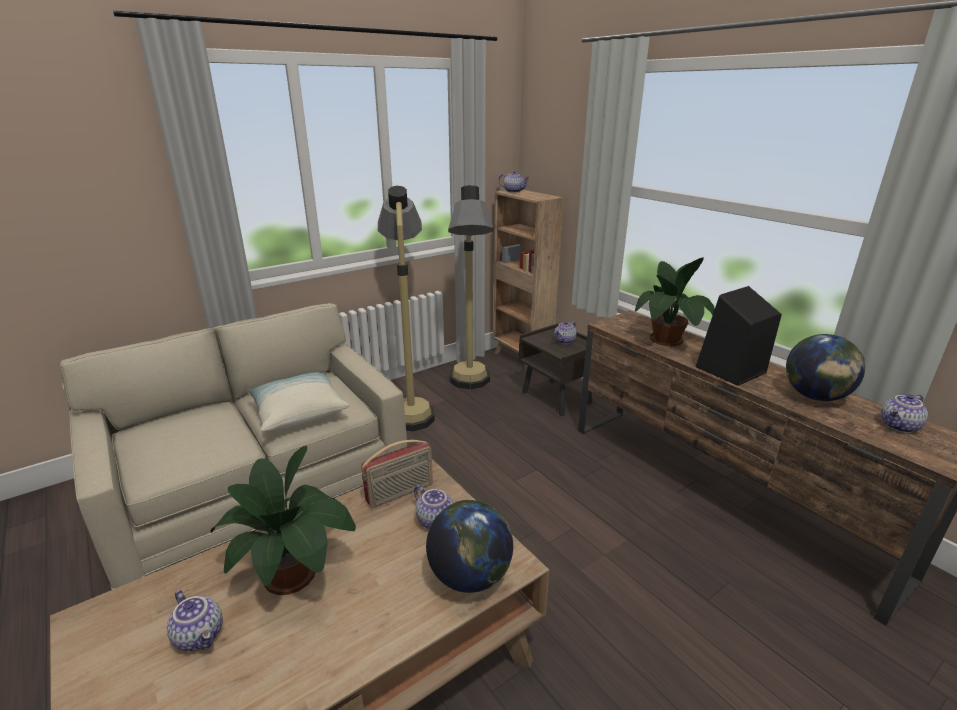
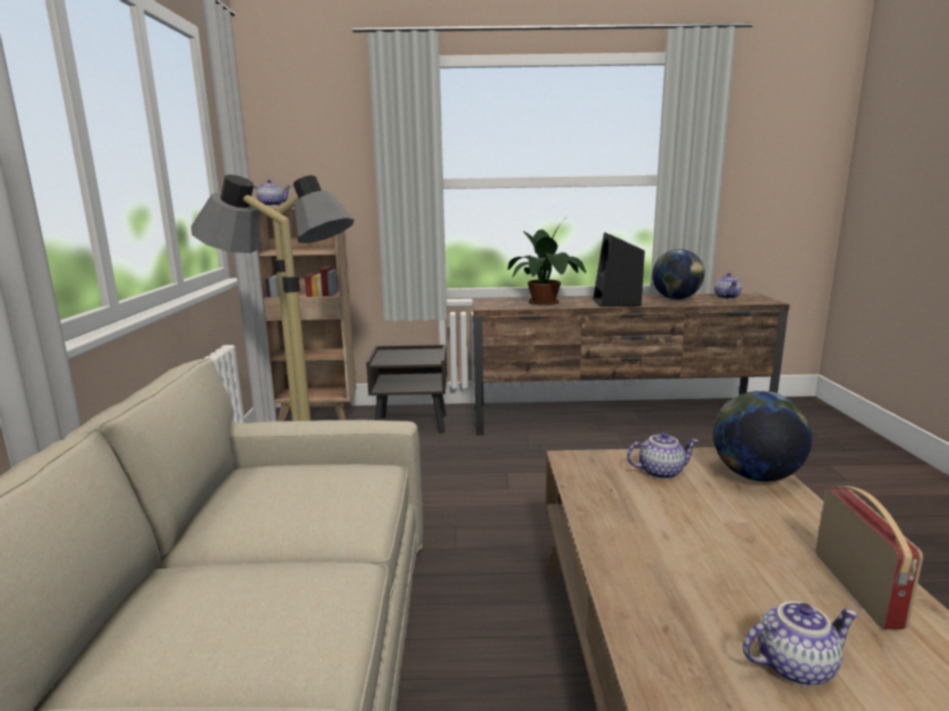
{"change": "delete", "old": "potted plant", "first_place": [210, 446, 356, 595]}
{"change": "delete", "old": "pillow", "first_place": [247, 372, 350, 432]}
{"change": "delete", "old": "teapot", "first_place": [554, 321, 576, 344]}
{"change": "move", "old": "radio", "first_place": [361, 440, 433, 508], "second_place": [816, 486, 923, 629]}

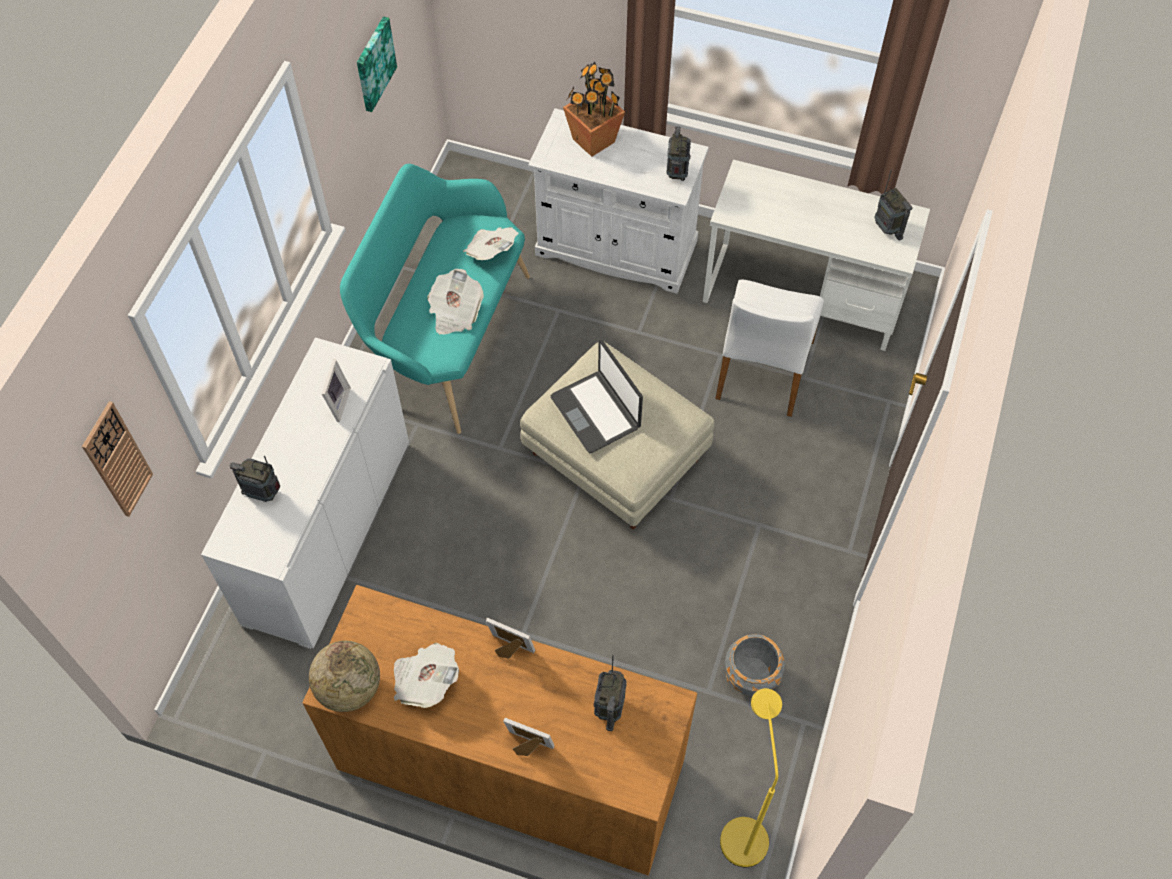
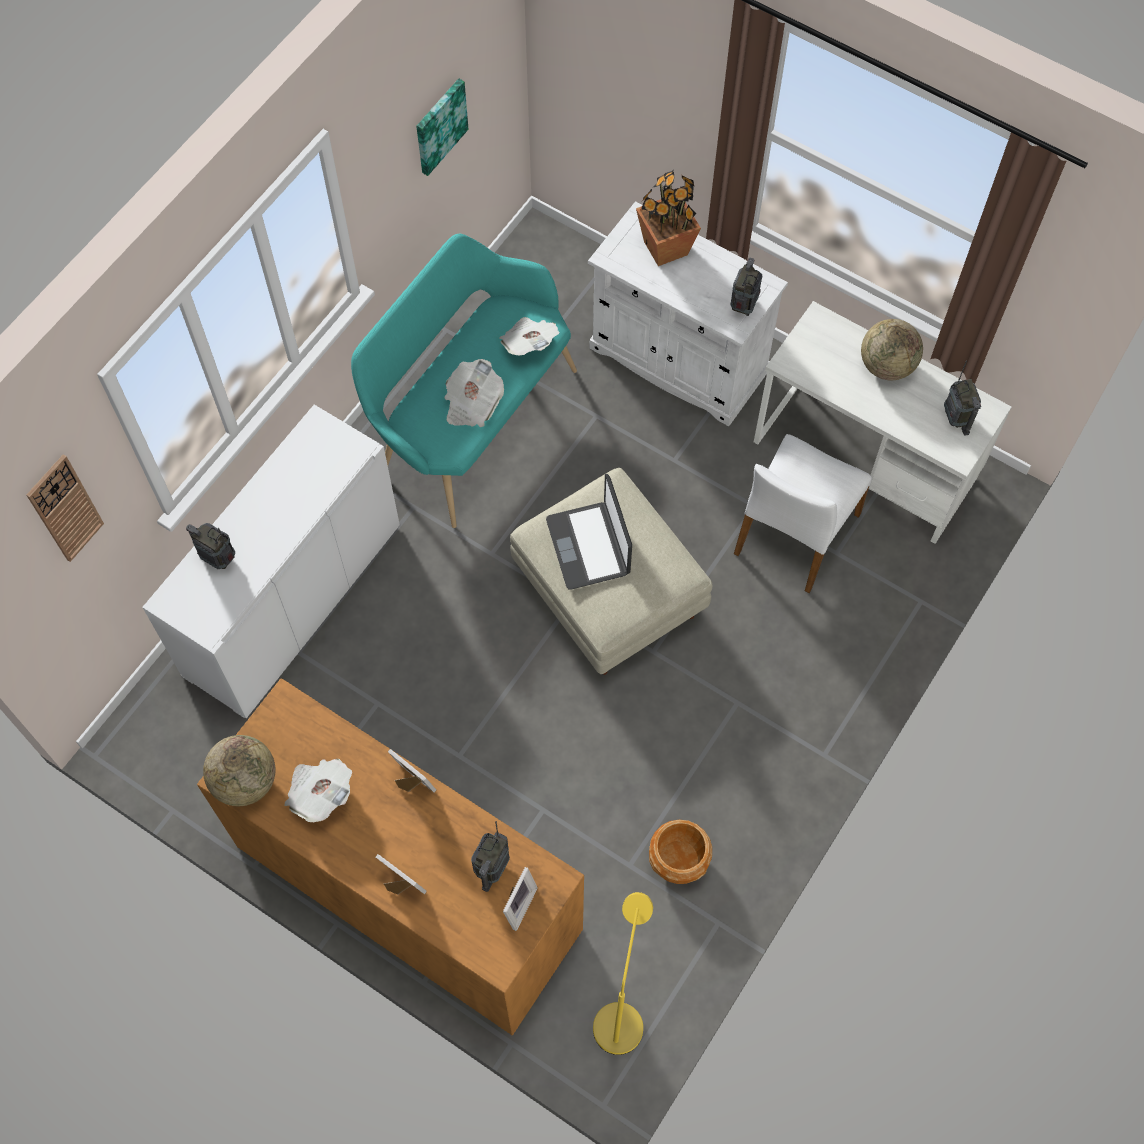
{"change": "insert", "new": "globe", "second_place": [861, 319, 923, 380]}
{"change": "move", "old": "picture frame", "first_place": [322, 359, 351, 422], "second_place": [503, 867, 538, 931]}
{"change": "recolor", "old": "grey planter", "new": "brown planter", "first_place": [725, 634, 785, 696], "second_place": [649, 820, 712, 884]}

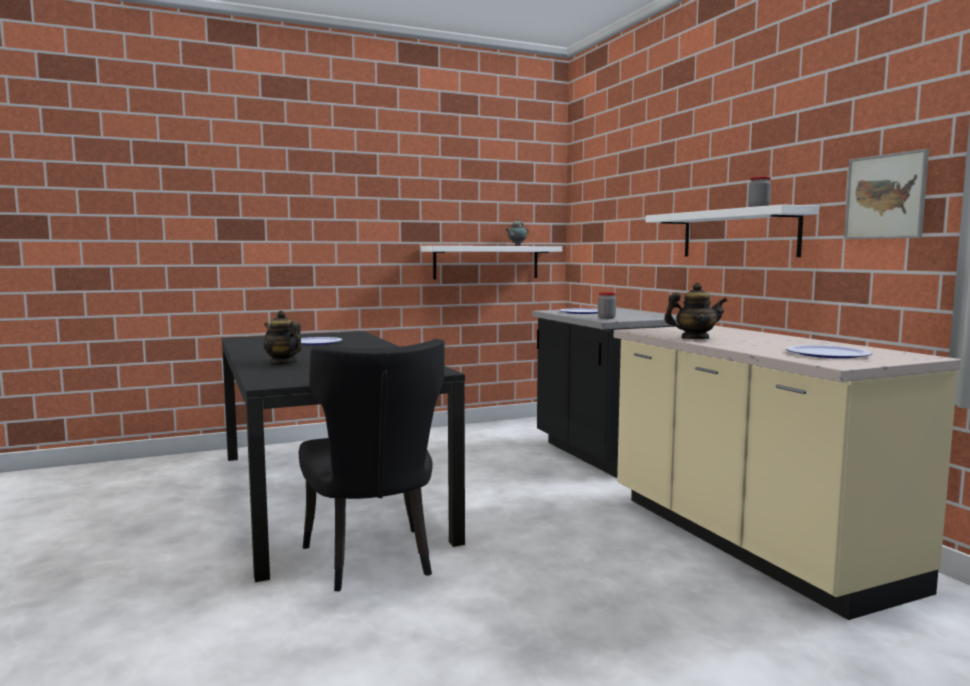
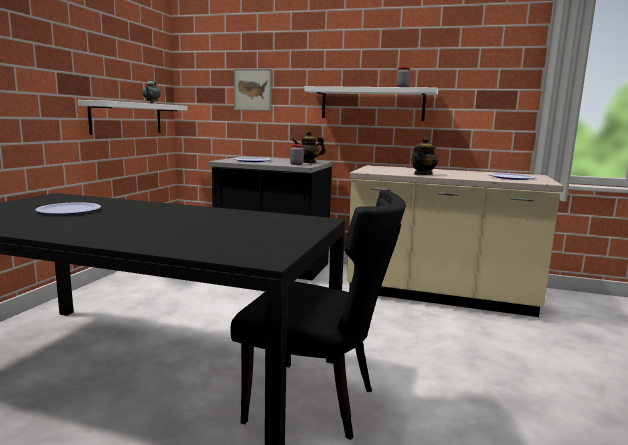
{"change": "move", "old": "teapot", "first_place": [263, 311, 302, 365], "second_place": [292, 131, 325, 163]}
{"change": "move", "old": "picture", "first_place": [844, 149, 929, 239], "second_place": [234, 69, 272, 111]}

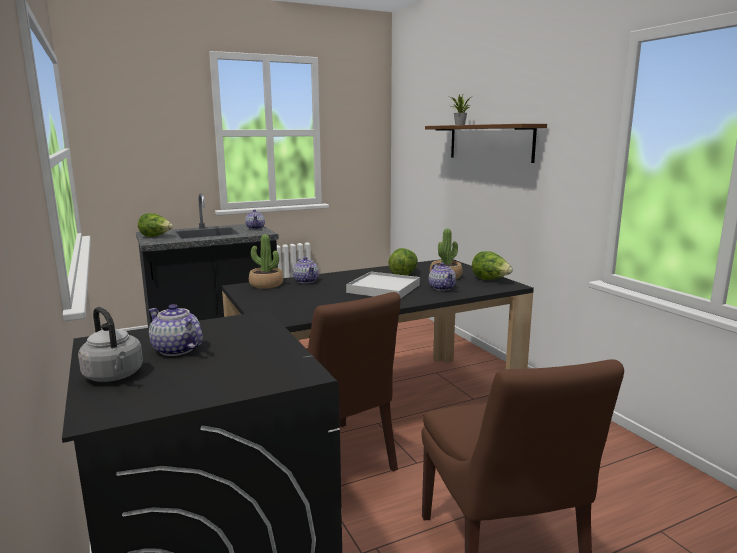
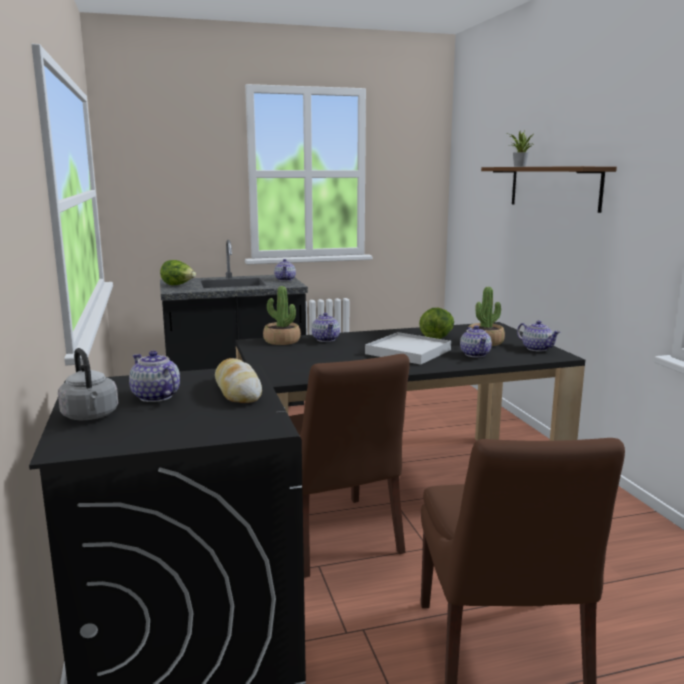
{"change": "insert", "new": "bread", "second_place": [215, 358, 262, 403]}
{"change": "replace", "old": "lettuce", "new": "teapot", "first_place": [472, 251, 513, 280], "second_place": [517, 320, 560, 352]}

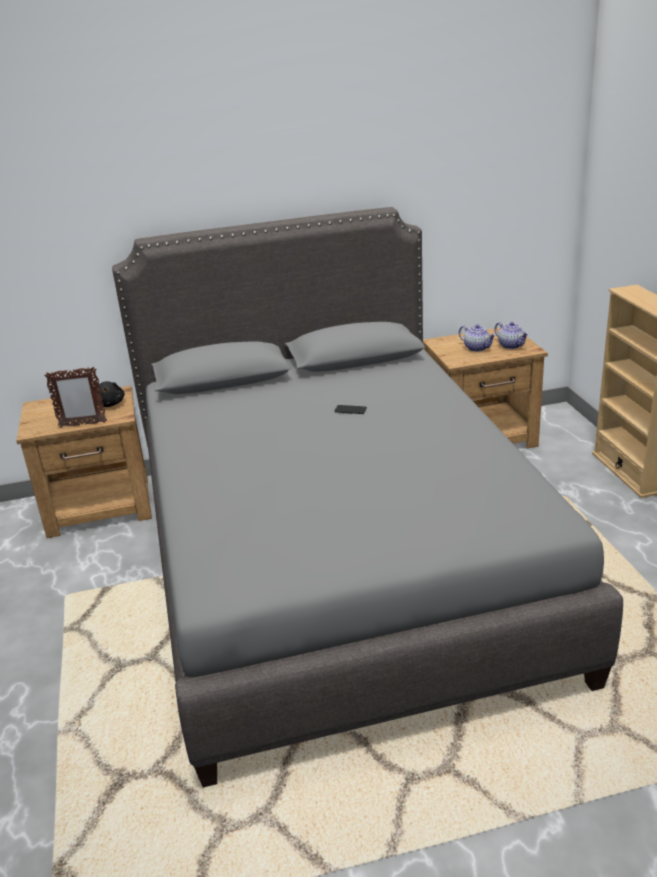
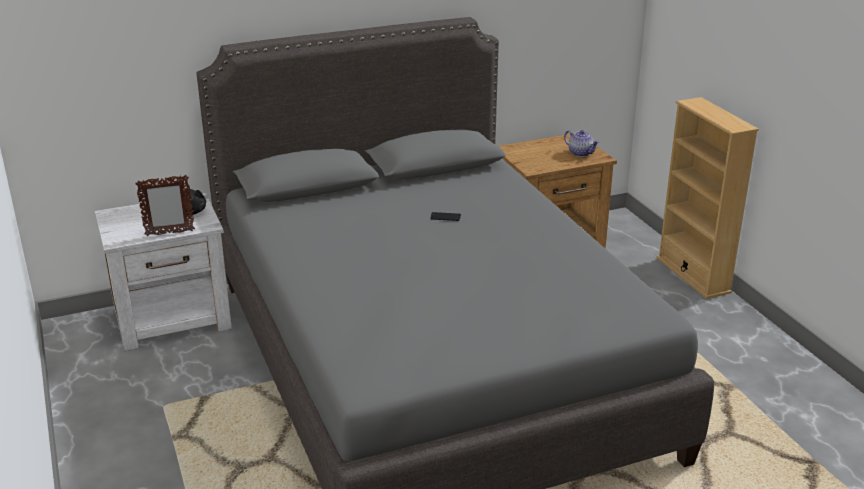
{"change": "delete", "old": "teapot", "first_place": [459, 324, 496, 352]}
{"change": "recolor", "old": "brown nightstand", "new": "white nightstand", "first_place": [16, 386, 152, 538], "second_place": [95, 193, 232, 351]}

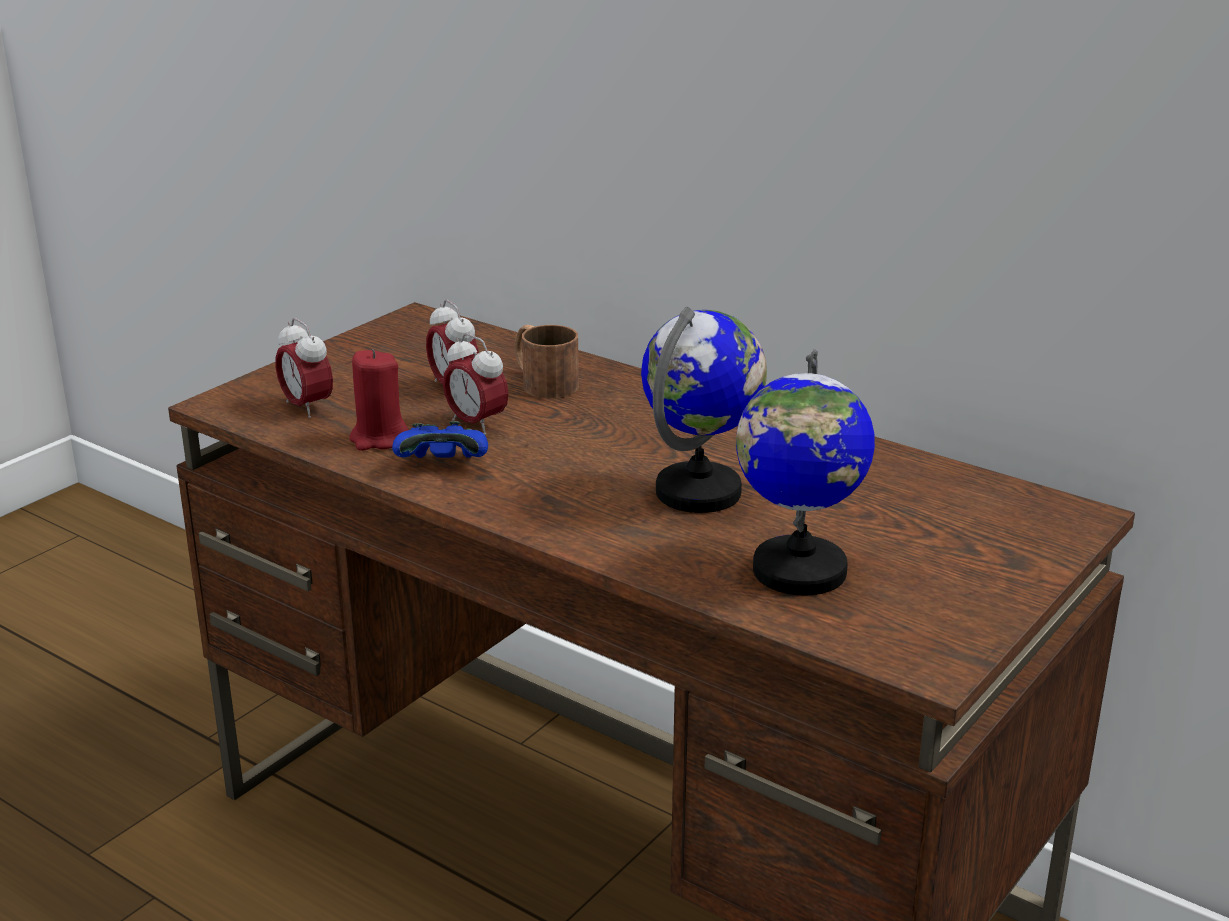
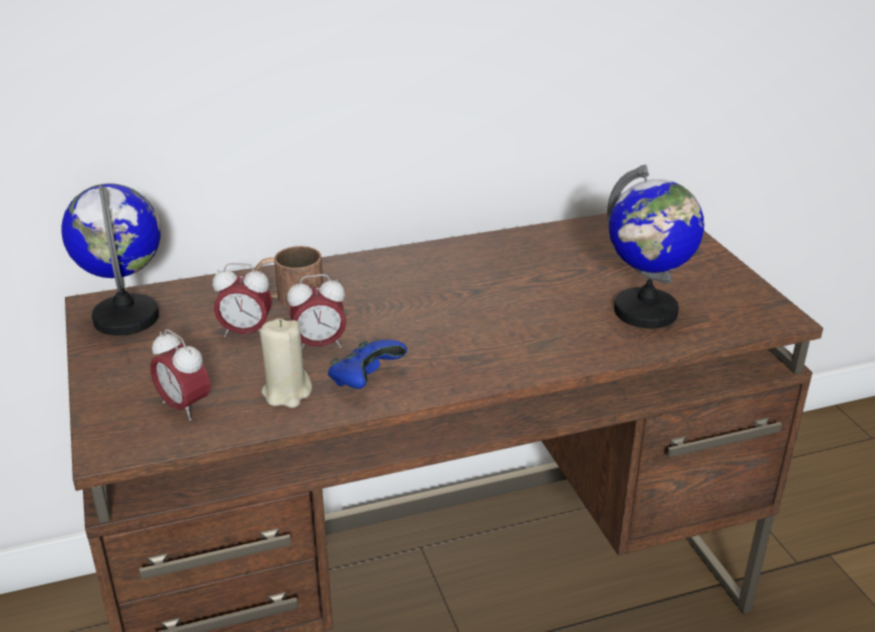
{"change": "move", "old": "globe", "first_place": [641, 307, 767, 513], "second_place": [61, 183, 160, 336]}
{"change": "recolor", "old": "red candle", "new": "beige candle", "first_place": [350, 349, 408, 451], "second_place": [260, 318, 312, 408]}
{"change": "rotate", "old": "alarm clock", "first_place": [275, 318, 333, 418], "second_place": [150, 329, 210, 421], "degrees": 45}

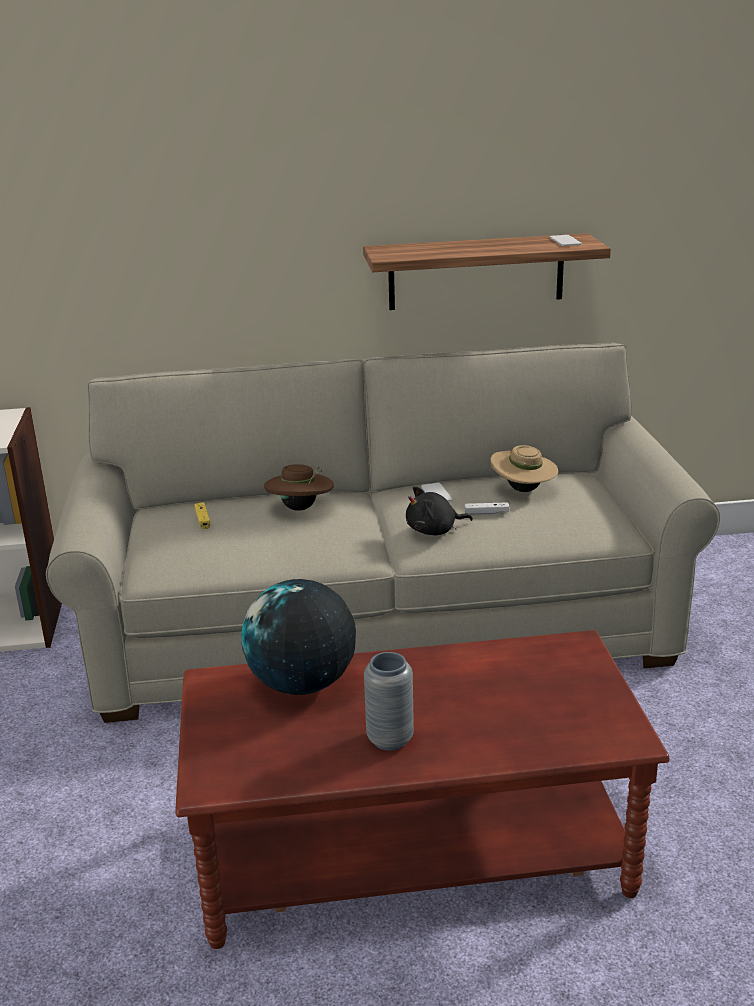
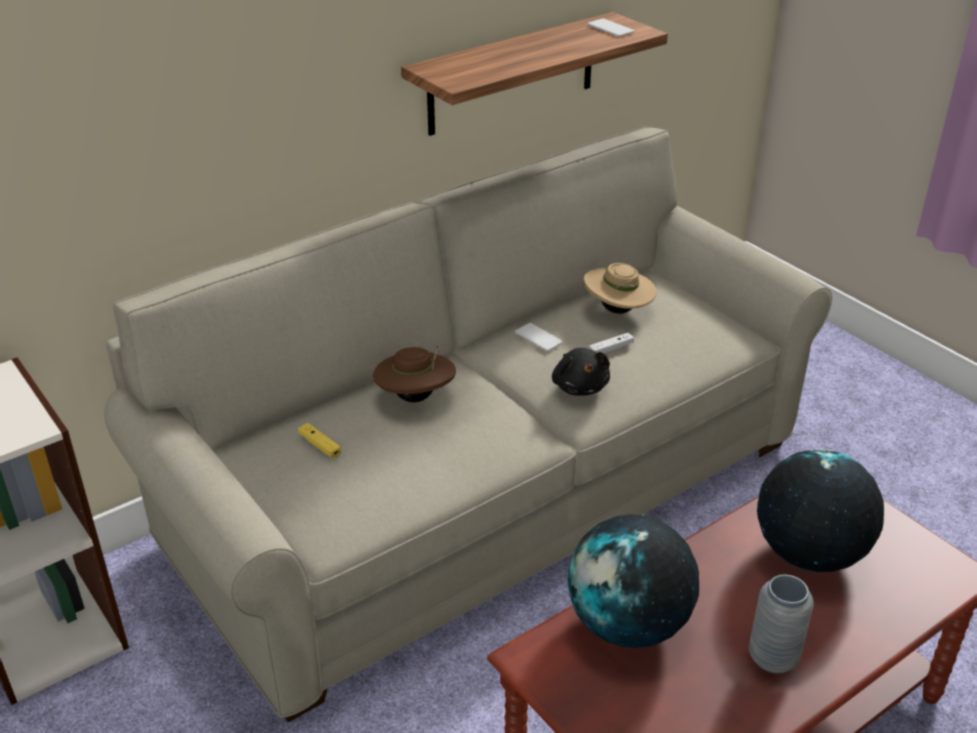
{"change": "insert", "new": "globe", "second_place": [757, 449, 884, 572]}
{"change": "rotate", "old": "black plush toy", "first_place": [406, 486, 473, 535], "second_place": [552, 348, 610, 396], "degrees": -60}

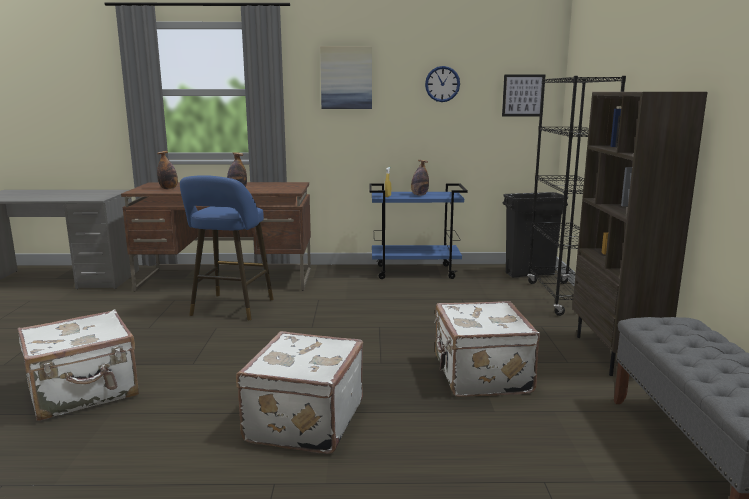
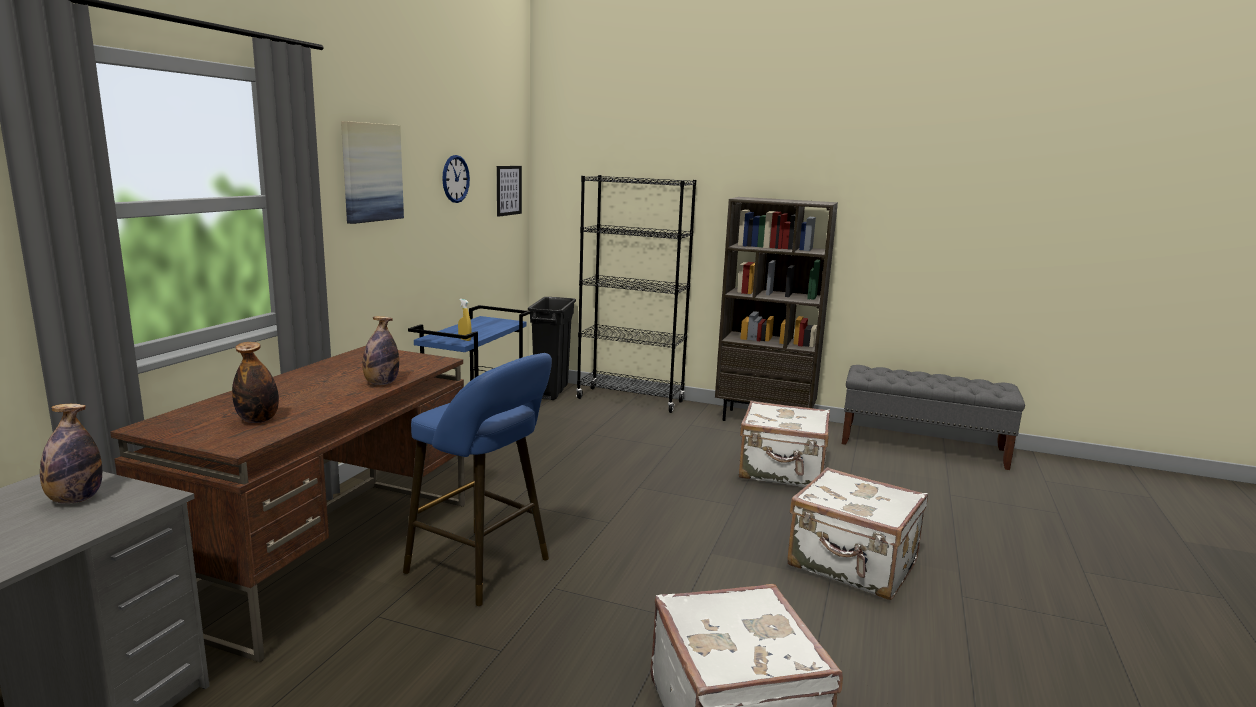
{"change": "move", "old": "bottle", "first_place": [411, 160, 429, 195], "second_place": [40, 404, 102, 504]}

